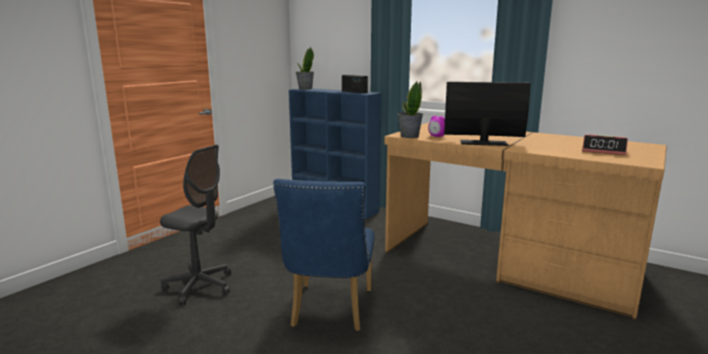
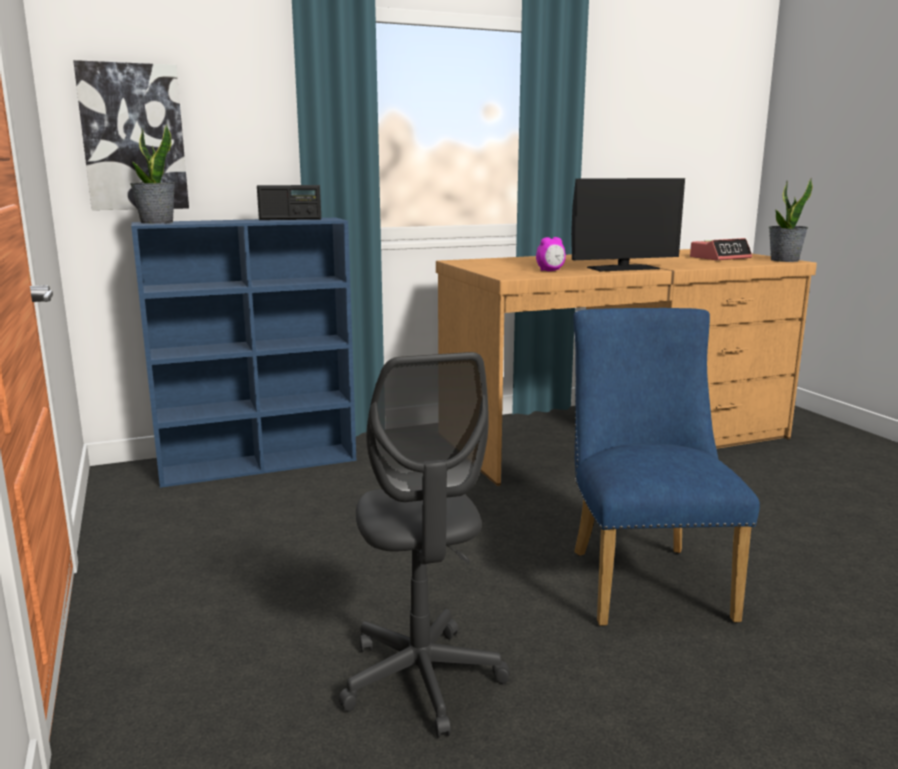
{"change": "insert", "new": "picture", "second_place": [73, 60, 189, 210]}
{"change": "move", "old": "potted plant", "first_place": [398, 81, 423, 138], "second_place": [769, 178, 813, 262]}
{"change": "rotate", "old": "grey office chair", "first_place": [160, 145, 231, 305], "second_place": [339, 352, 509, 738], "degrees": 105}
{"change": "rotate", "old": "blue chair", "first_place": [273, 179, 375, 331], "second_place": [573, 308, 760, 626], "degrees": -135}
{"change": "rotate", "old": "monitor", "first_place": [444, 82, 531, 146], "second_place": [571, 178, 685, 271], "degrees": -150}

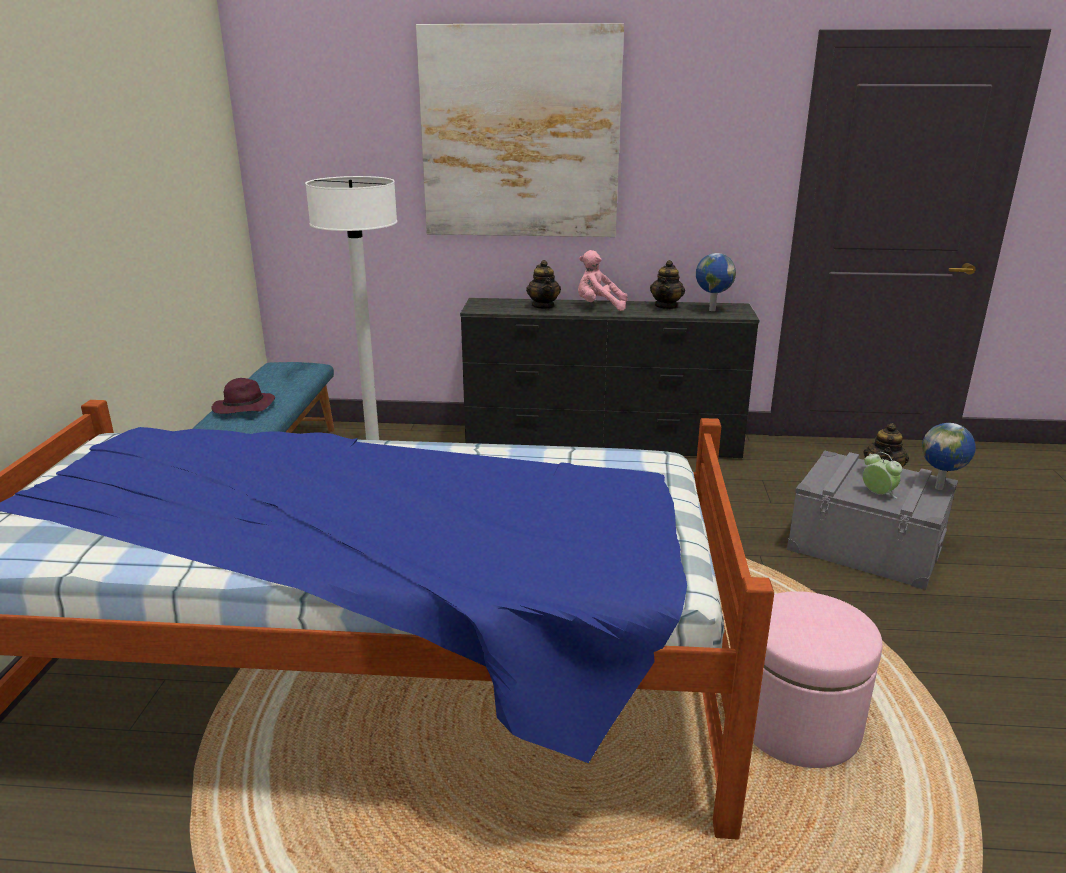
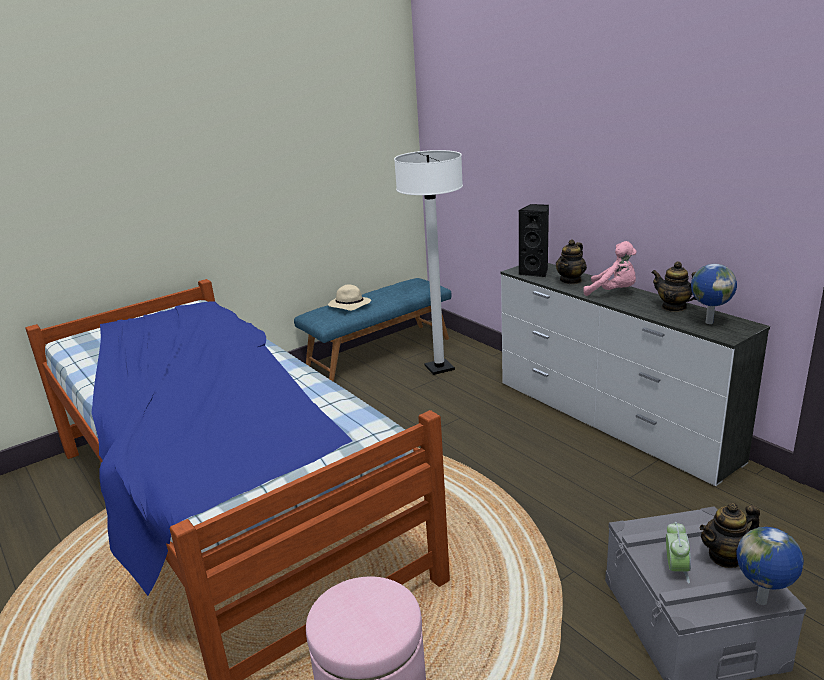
{"change": "delete", "old": "picture", "first_place": [416, 23, 624, 237]}
{"change": "insert", "new": "black speaker", "second_place": [519, 204, 549, 277]}
{"change": "recolor", "old": "purple hat", "new": "beige hat", "first_place": [211, 378, 275, 414], "second_place": [328, 285, 371, 311]}
{"change": "recolor", "old": "black dresser", "new": "white dresser", "first_place": [460, 298, 759, 458], "second_place": [500, 263, 770, 486]}
{"change": "rotate", "old": "pink plush toy", "first_place": [578, 250, 628, 311], "second_place": [583, 241, 637, 296], "degrees": 150}
{"change": "rotate", "old": "teapot", "first_place": [650, 260, 685, 310], "second_place": [651, 261, 697, 312], "degrees": 60}

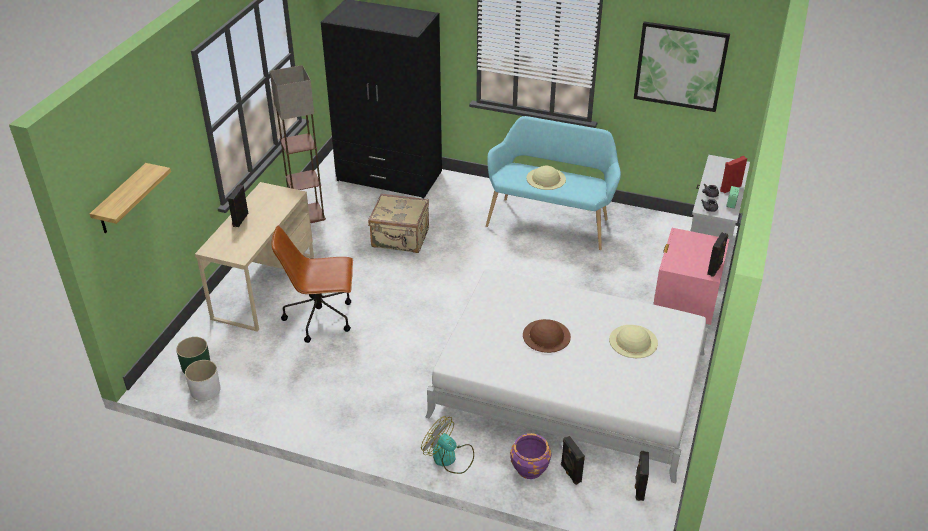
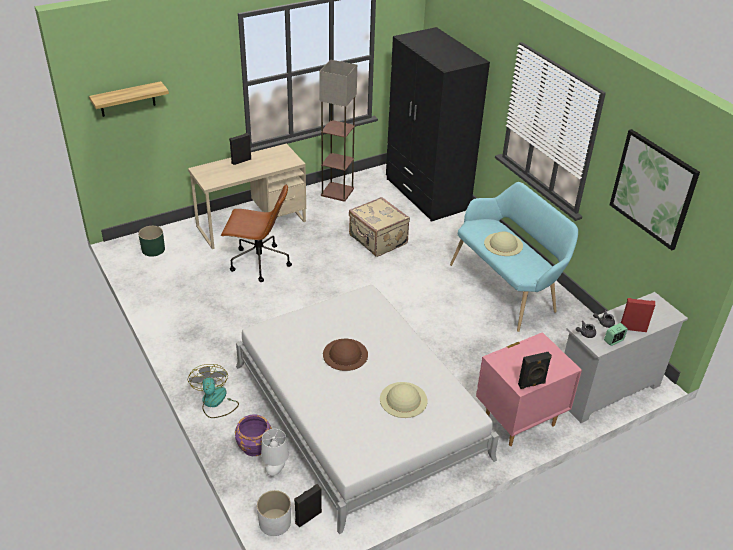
{"change": "move", "old": "white planter", "first_place": [185, 360, 220, 401], "second_place": [257, 490, 291, 536]}
{"change": "replace", "old": "black speaker", "new": "white table lamp", "first_place": [561, 436, 585, 485], "second_place": [261, 429, 289, 476]}
{"change": "rotate", "old": "brown office chair", "first_place": [272, 225, 353, 343], "second_place": [221, 184, 292, 282], "degrees": 150}

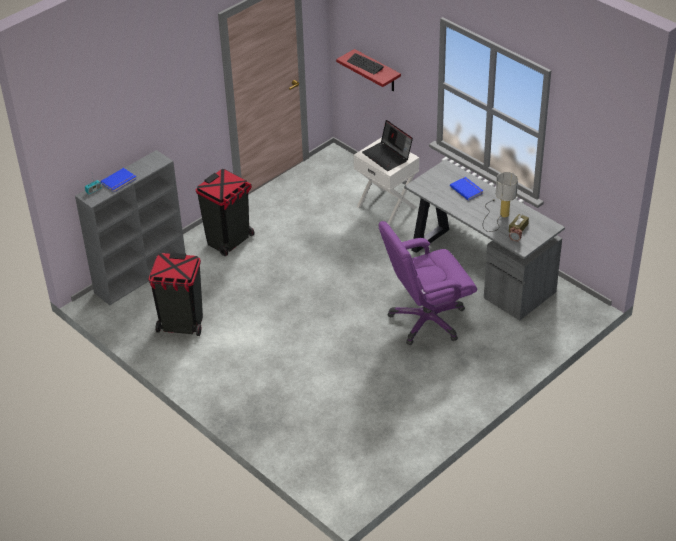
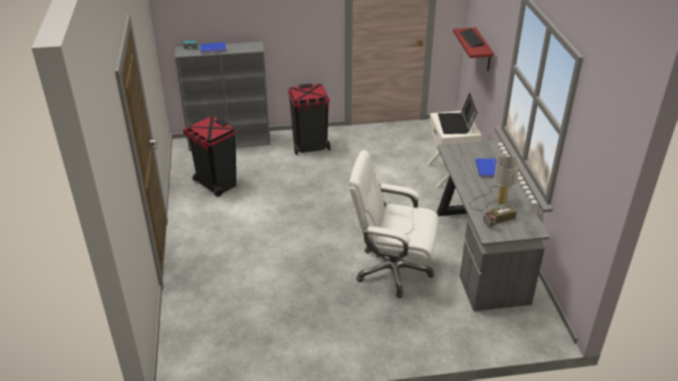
{"change": "recolor", "old": "purple office chair", "new": "white office chair", "first_place": [378, 221, 477, 345], "second_place": [349, 150, 439, 298]}

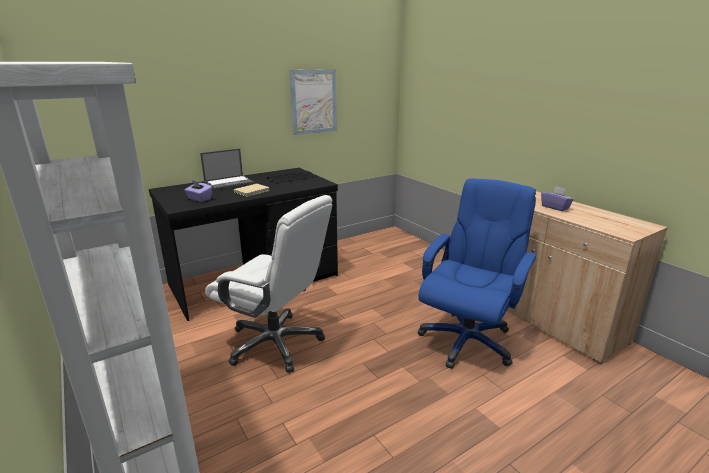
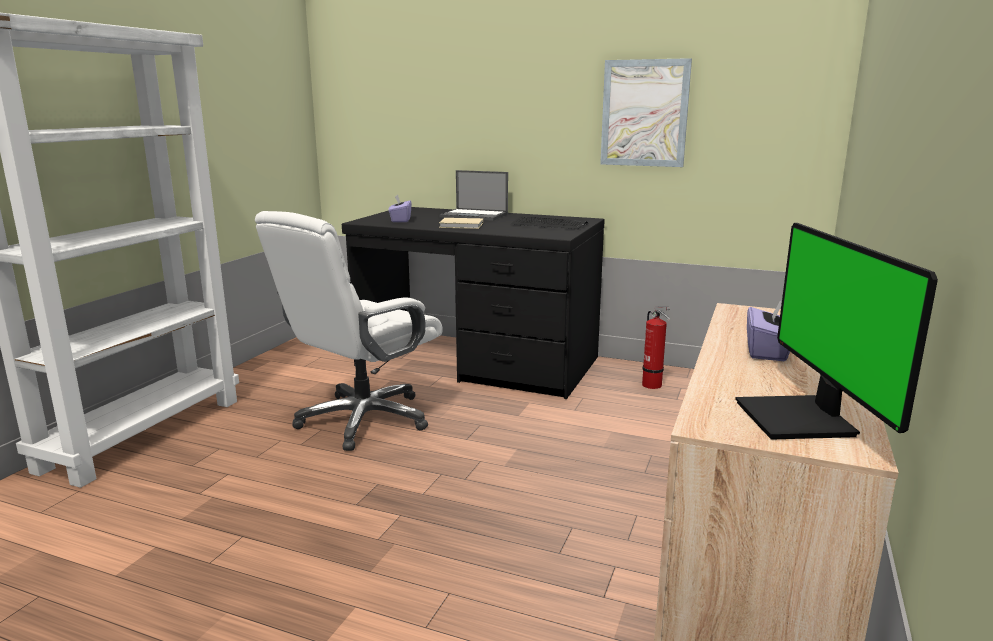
{"change": "delete", "old": "blue office chair", "first_place": [418, 178, 537, 369]}
{"change": "insert", "new": "fire extinguisher", "second_place": [642, 307, 670, 389]}
{"change": "insert", "new": "monitor", "second_place": [735, 223, 938, 440]}
{"change": "rotate", "old": "white office chair", "first_place": [205, 195, 333, 373], "second_place": [255, 211, 443, 451], "degrees": 45}

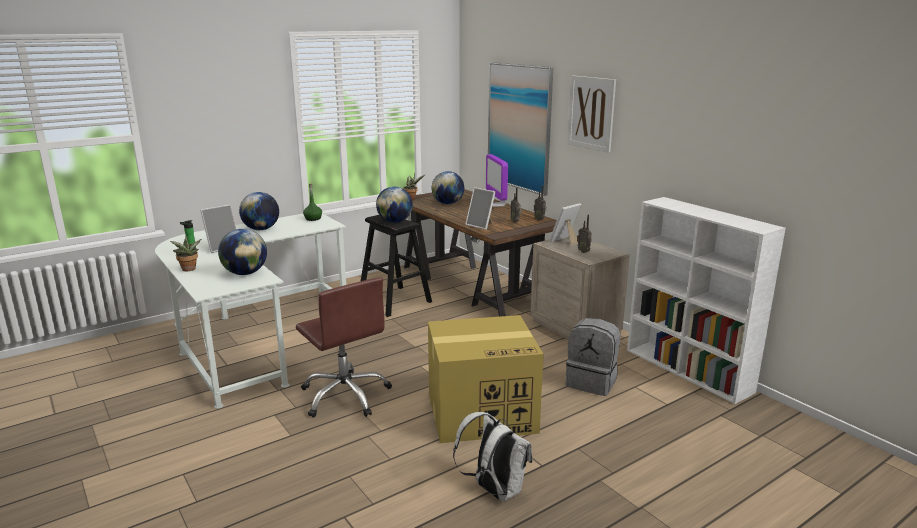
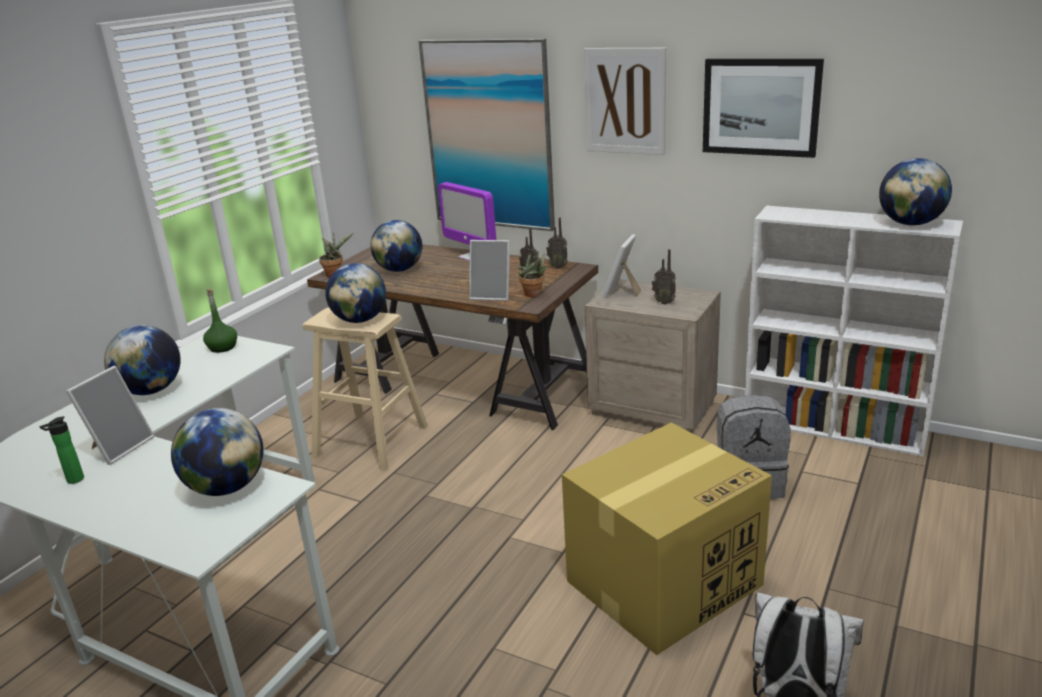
{"change": "delete", "old": "brown office chair", "first_place": [296, 277, 392, 418]}
{"change": "insert", "new": "picture", "second_place": [703, 59, 824, 158]}
{"change": "insert", "new": "globe", "second_place": [879, 158, 952, 225]}
{"change": "move", "old": "potted plant", "first_place": [170, 235, 201, 271], "second_place": [518, 251, 549, 297]}
{"change": "recolor", "old": "black stool", "new": "beige stool", "first_place": [361, 215, 432, 317], "second_place": [302, 307, 428, 471]}

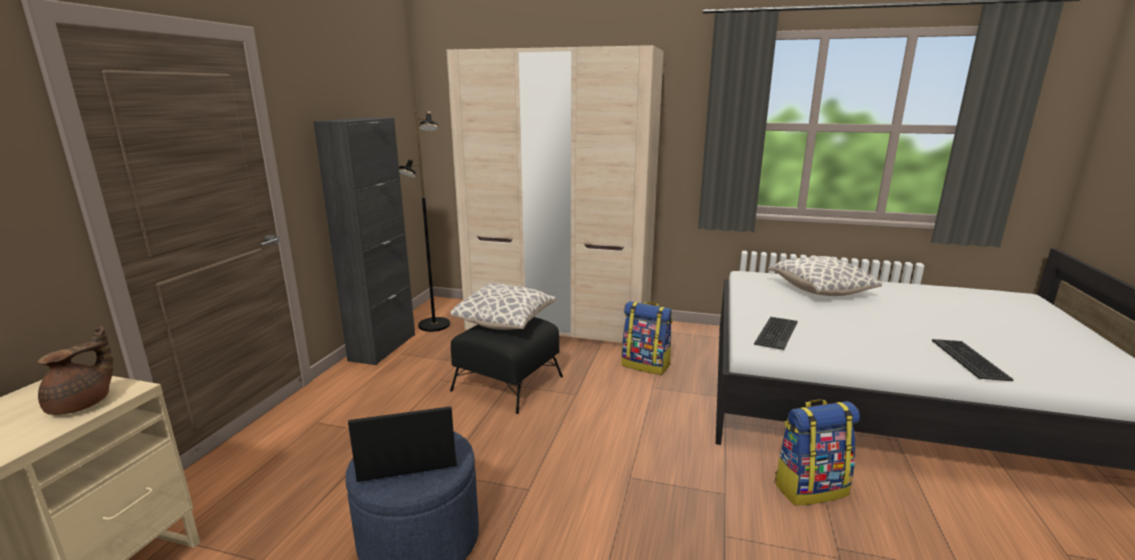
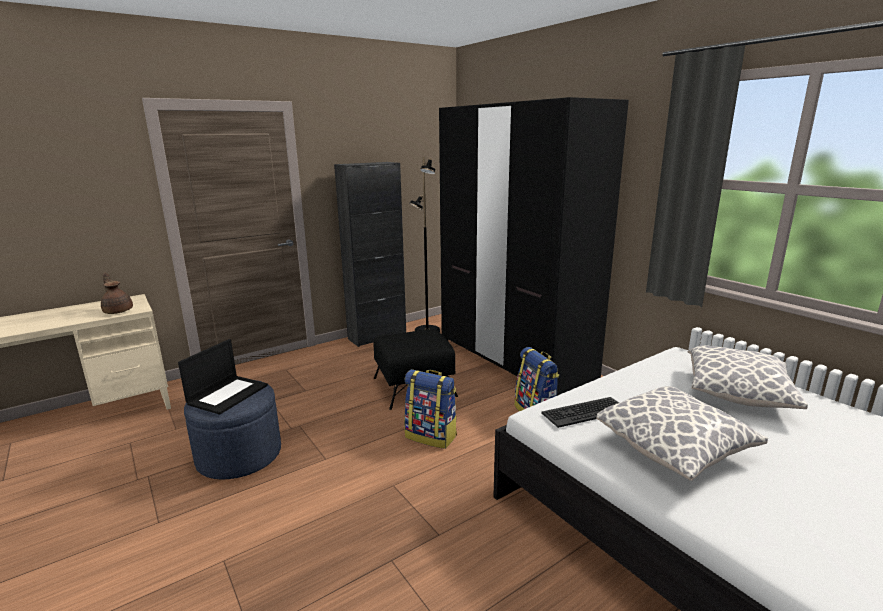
{"change": "delete", "old": "keyboard", "first_place": [932, 339, 1014, 381]}
{"change": "move", "old": "pillow", "first_place": [450, 283, 556, 330], "second_place": [596, 386, 768, 481]}
{"change": "move", "old": "backpack", "first_place": [774, 400, 860, 505], "second_place": [404, 369, 457, 449]}
{"change": "recolor", "old": "beige wardrobe", "new": "black wardrobe", "first_place": [447, 45, 664, 343], "second_place": [439, 97, 629, 396]}
{"change": "rotate", "old": "brown teapot", "first_place": [38, 326, 114, 415], "second_place": [101, 273, 133, 314], "degrees": -105}
{"change": "rotate", "old": "laptop", "first_place": [348, 406, 457, 482], "second_place": [178, 339, 268, 415], "degrees": 90}

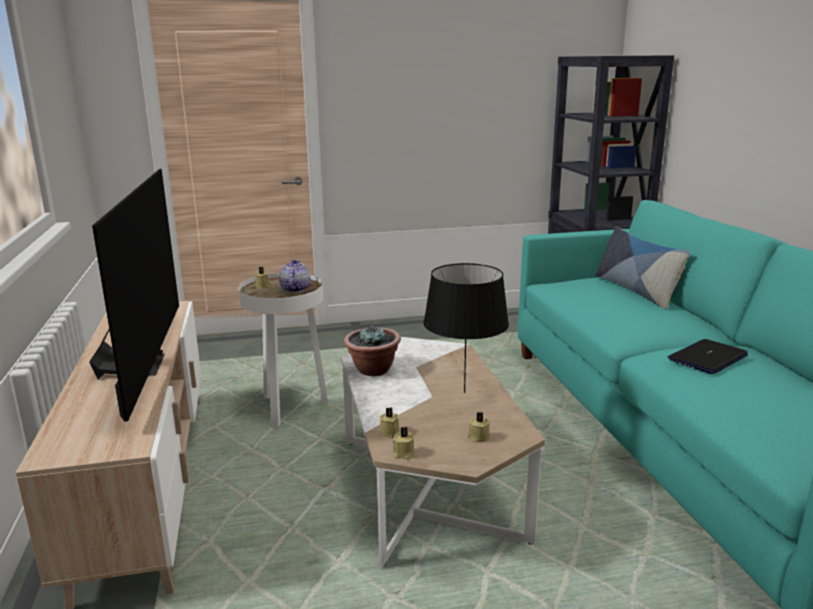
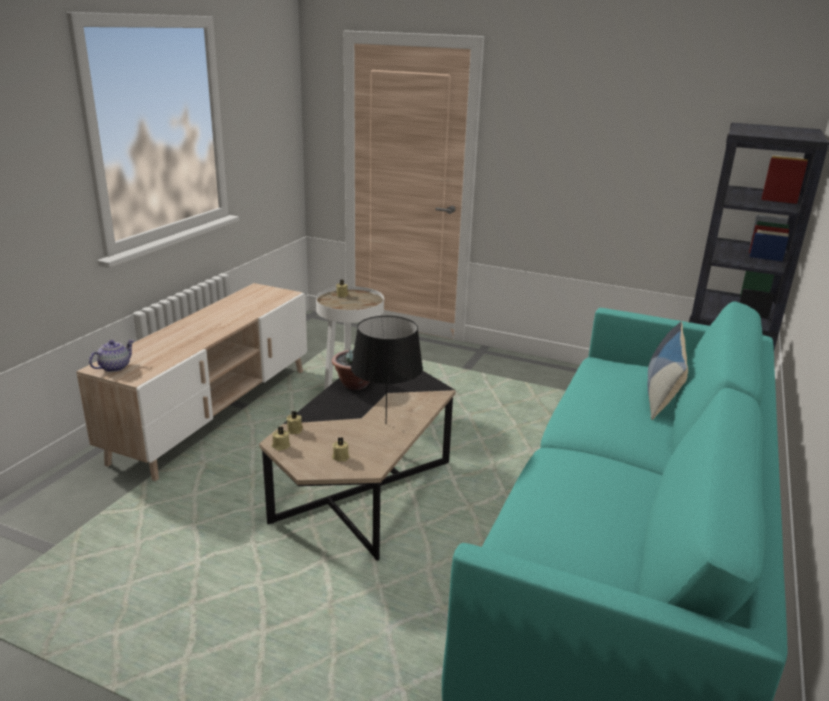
{"change": "delete", "old": "television", "first_place": [89, 169, 179, 422]}
{"change": "delete", "old": "laptop", "first_place": [668, 339, 748, 374]}
{"change": "move", "old": "teapot", "first_place": [279, 260, 311, 292], "second_place": [89, 340, 135, 372]}
{"change": "recolor", "old": "white coffee table", "new": "black coffee table", "first_place": [341, 337, 545, 569], "second_place": [259, 371, 456, 561]}

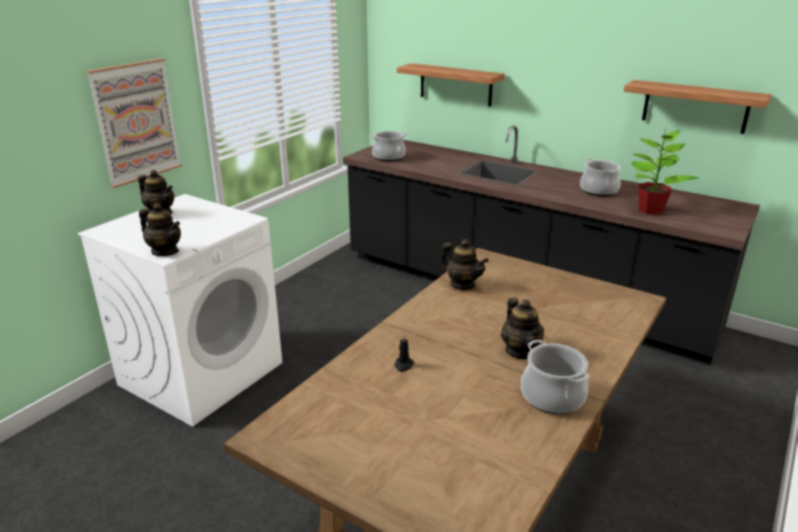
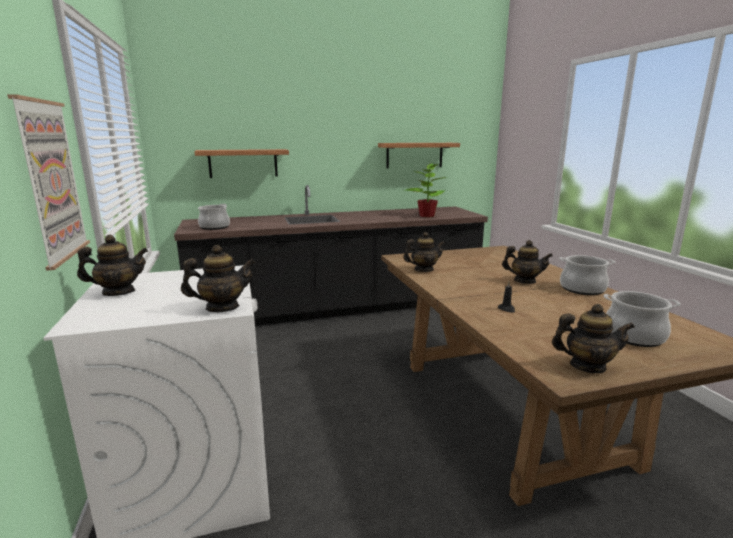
{"change": "insert", "new": "teapot", "second_place": [552, 304, 635, 373]}
{"change": "move", "old": "cooking pot", "first_place": [580, 159, 622, 196], "second_place": [603, 291, 681, 347]}

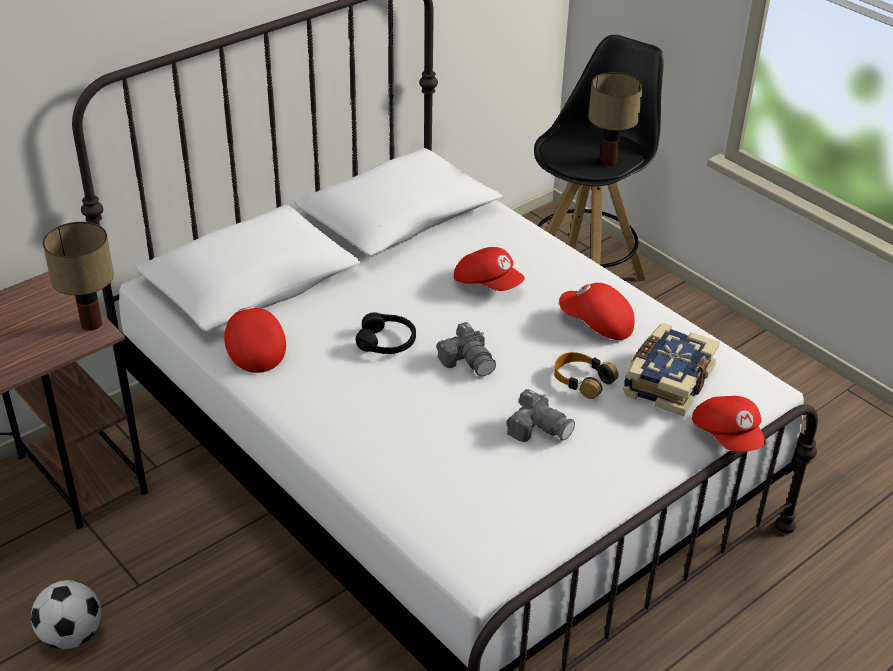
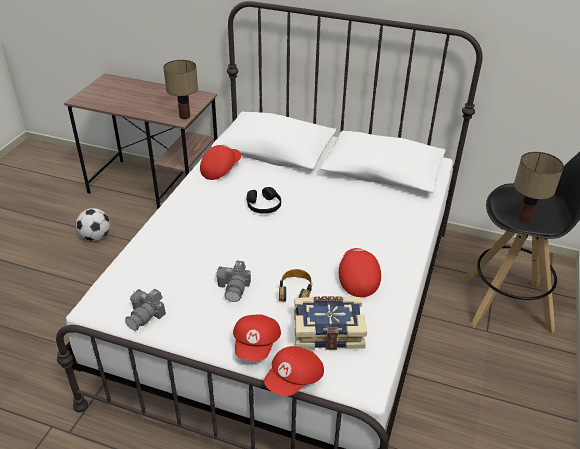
{"change": "move", "old": "photo camera", "first_place": [437, 322, 496, 376], "second_place": [125, 289, 166, 331]}
{"change": "move", "old": "red cap", "first_place": [454, 247, 525, 291], "second_place": [233, 314, 281, 361]}

